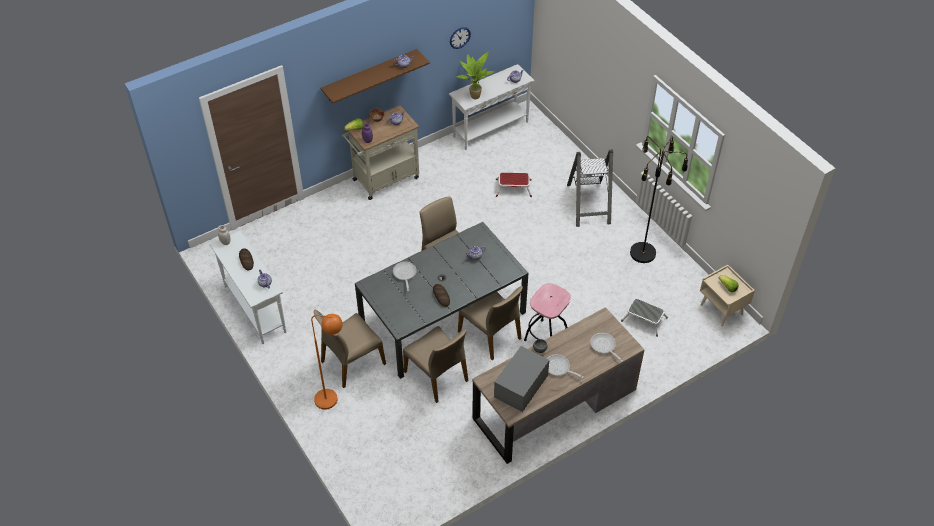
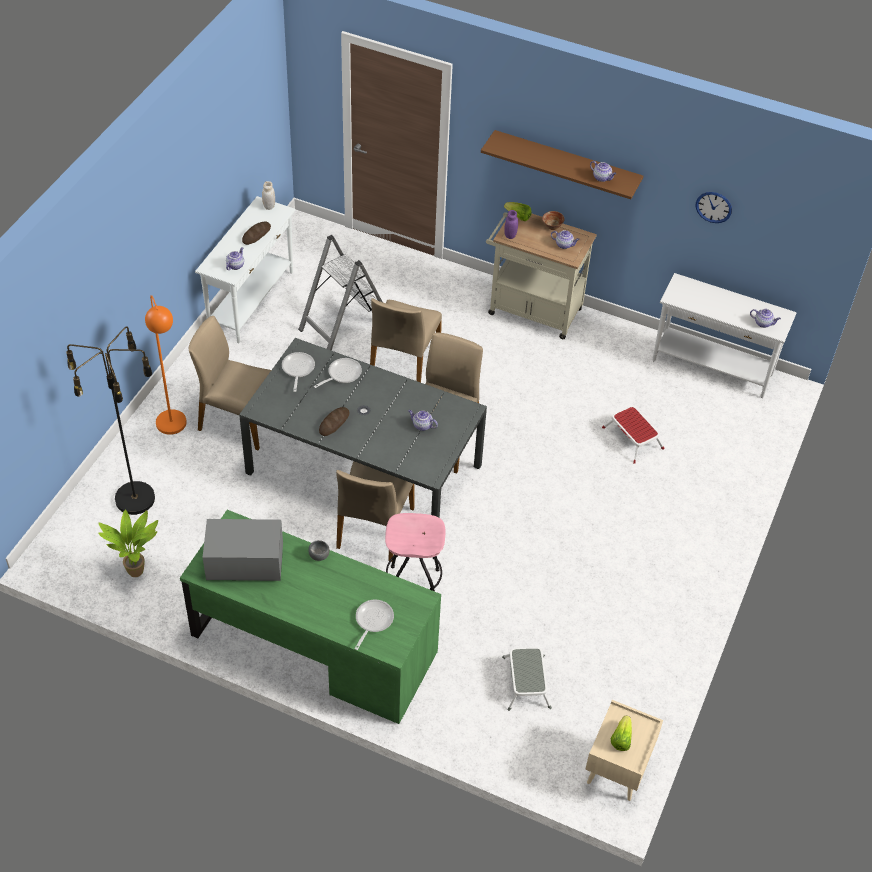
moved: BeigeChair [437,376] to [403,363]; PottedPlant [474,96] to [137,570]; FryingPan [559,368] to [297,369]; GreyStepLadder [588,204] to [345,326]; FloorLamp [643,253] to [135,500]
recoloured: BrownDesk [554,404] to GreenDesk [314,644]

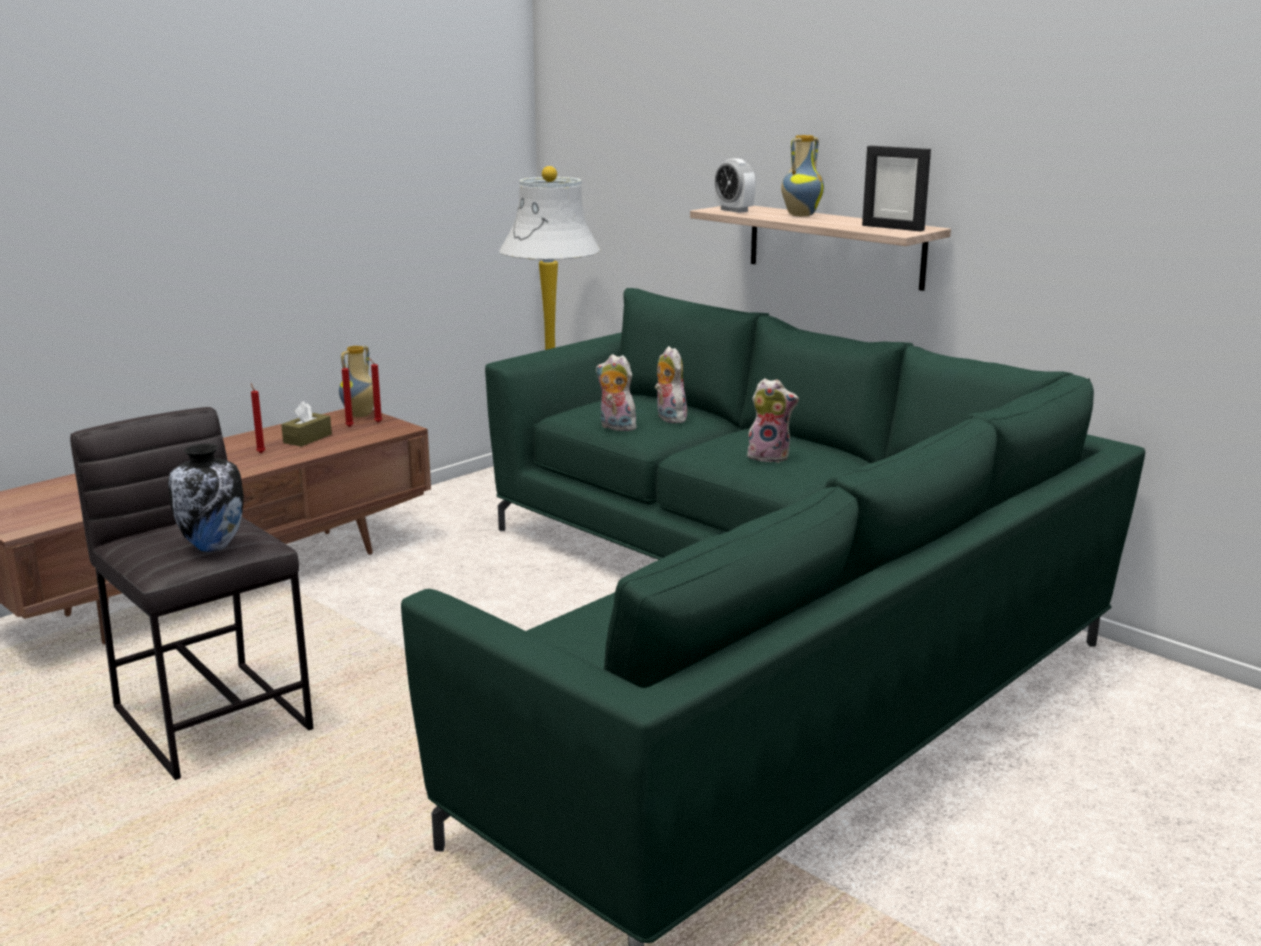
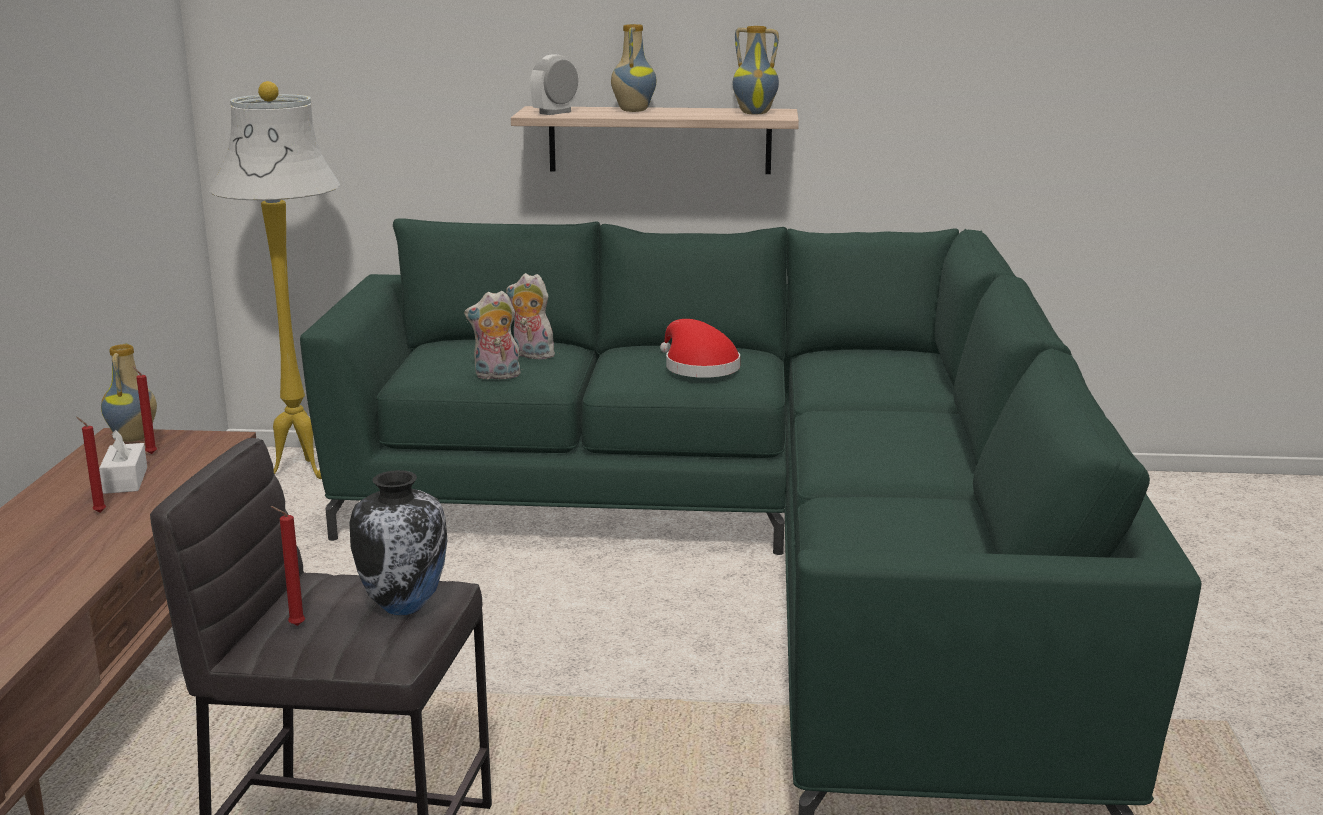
moved: RedCandle [377,422] to [294,626]
replaced: PlushToy [769,456] to RedHat [698,367]; PictureFrame [893,227] to Vase [755,113]
recoloured: BrownTissueBox [307,438] to WhiteTissueBox [125,480]
turned: AlarmClock [734,210] = [555,113] 120 degrees clockwise

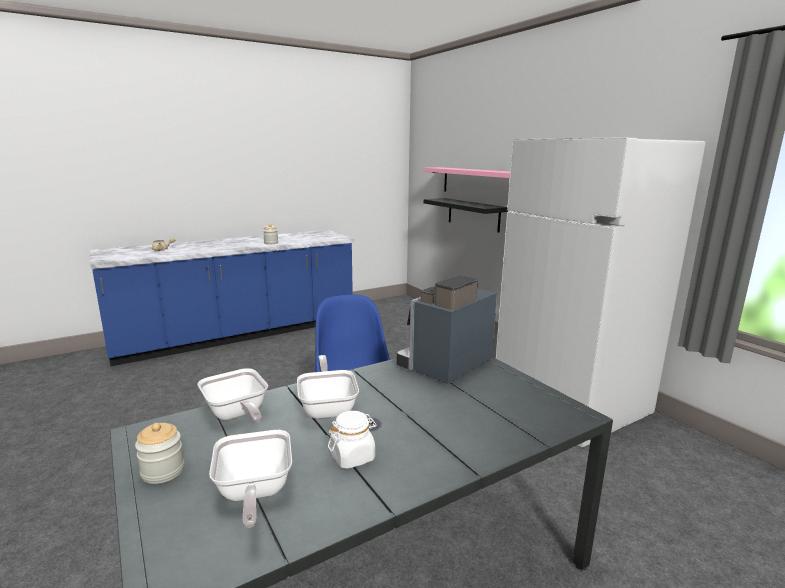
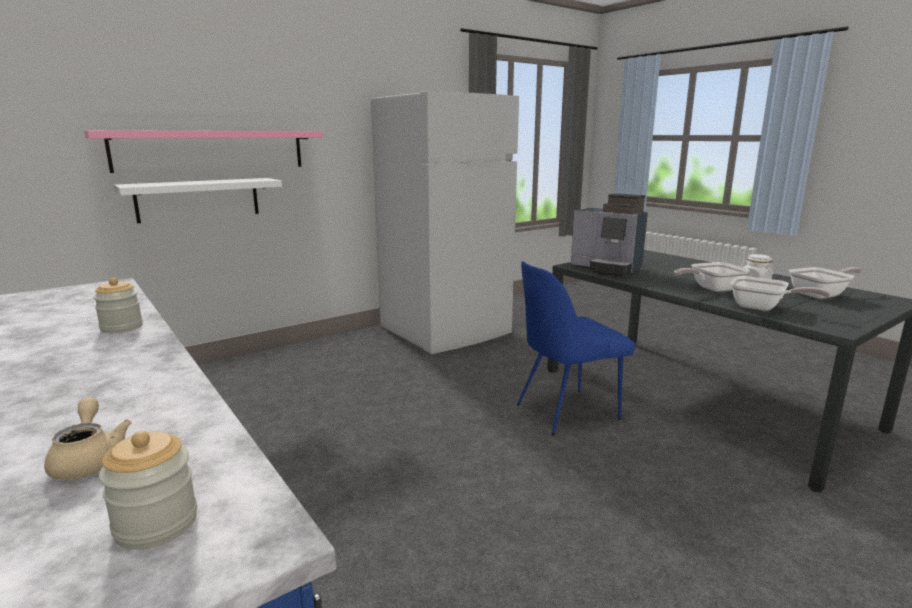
moved: Jar [163,471] to [156,524]
recoloured: BlackShelf [473,214] to WhiteShelf [198,199]
turned: FryingPan [237,415] = [763,308] 75 degrees clockwise

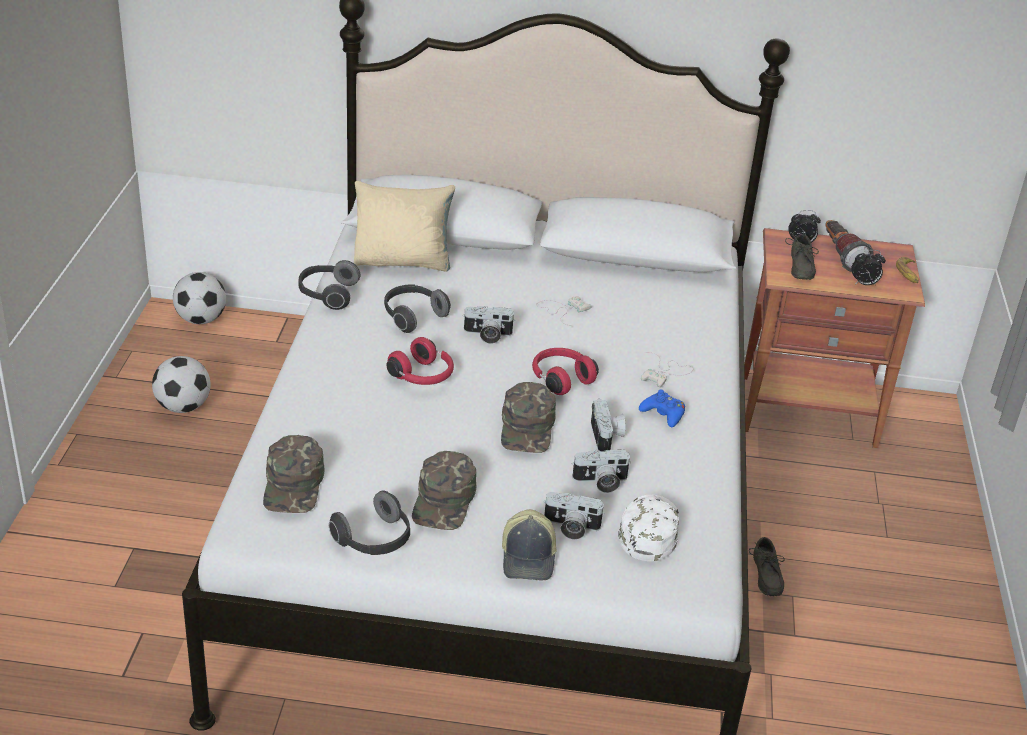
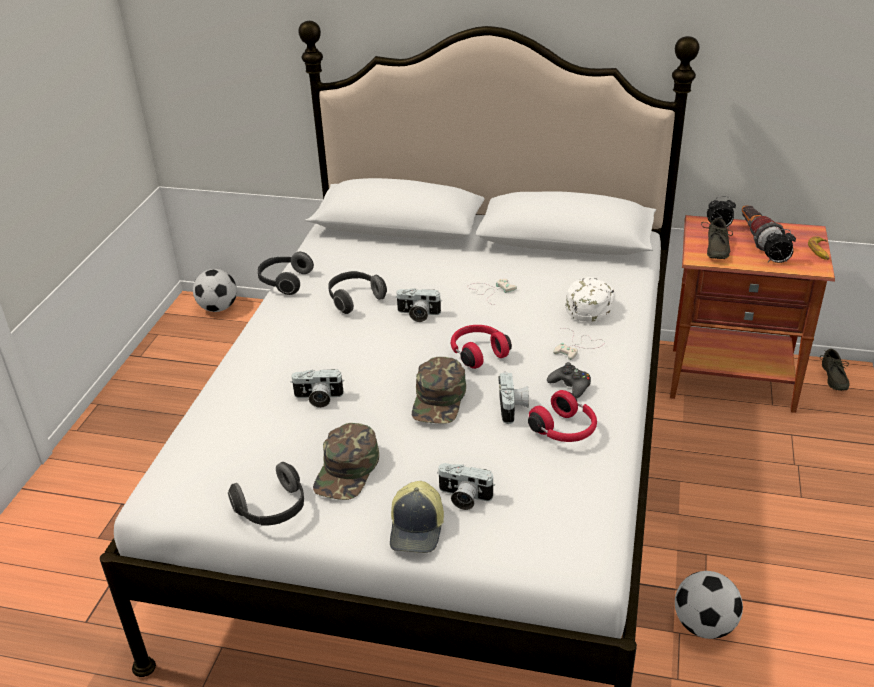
removed: GreenCap [294,484]; BeigePillow [403,261]
moved: Football [183,407] to [704,625]; RedHeadphones [423,376] to [564,430]; PhotoCamera [600,482] to [318,398]; WhiteCap [648,529] to [589,302]; GreyShoe [764,576] to [832,378]
recoloured: BlueGameController [663,414] to BlackGameController [570,385]

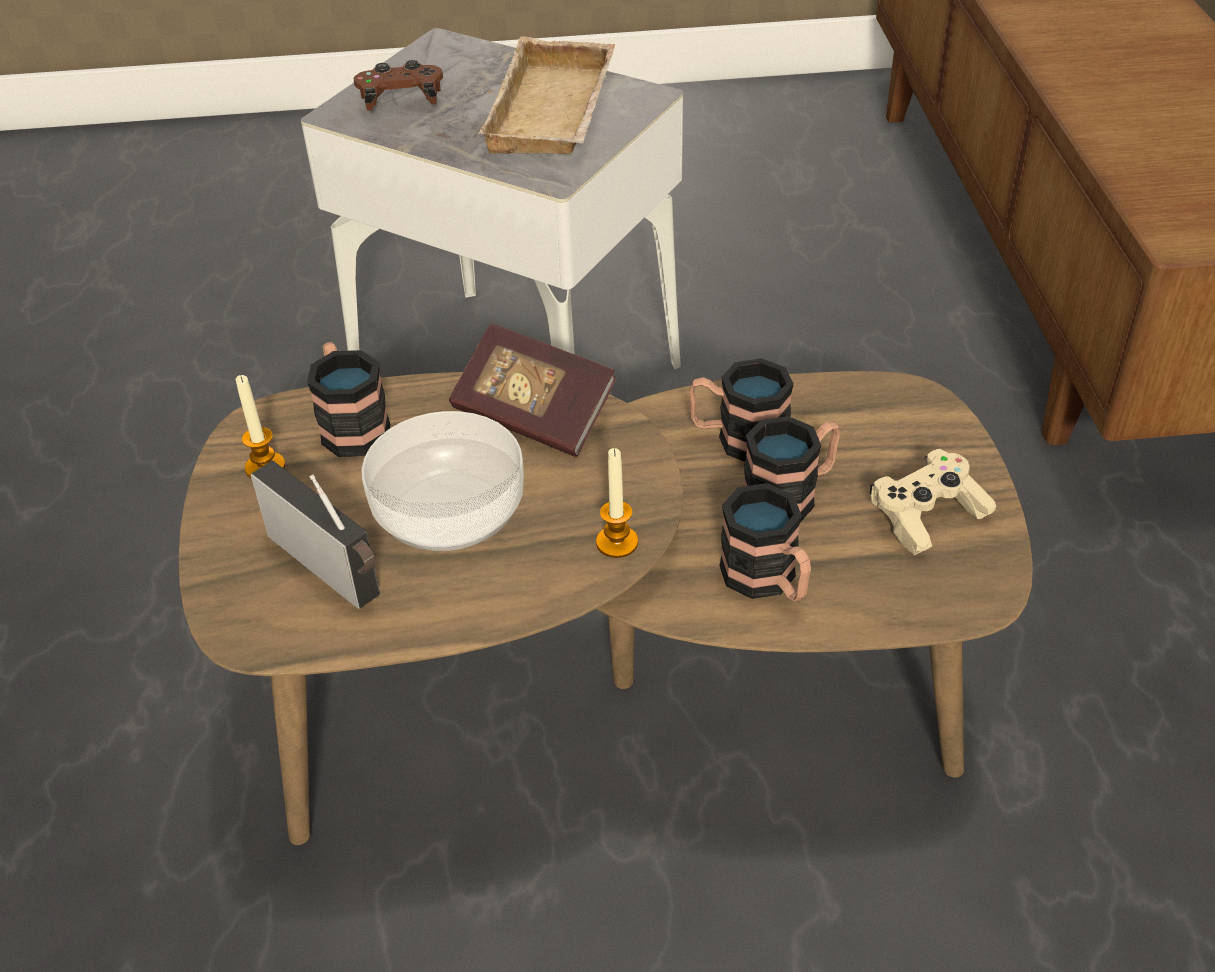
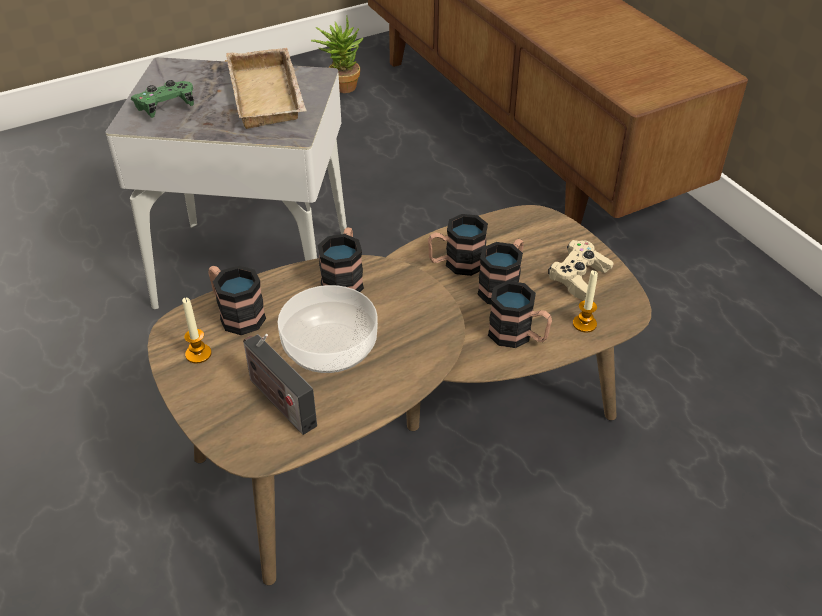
added: PottedPlant [341,86]
moved: Candle [617,542] to [584,324]
replaced: Book [534,414] to Mug [344,279]
recoloured: BrownGameController [402,101] to GreenGameController [166,107]
turned: Radio [329,567] = [278,400] 150 degrees counterclockwise

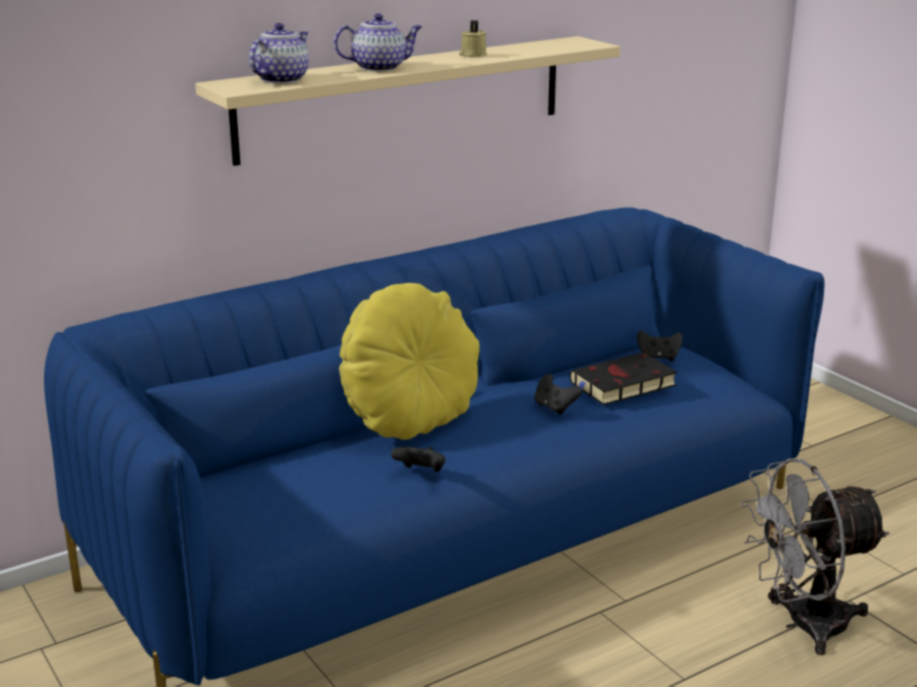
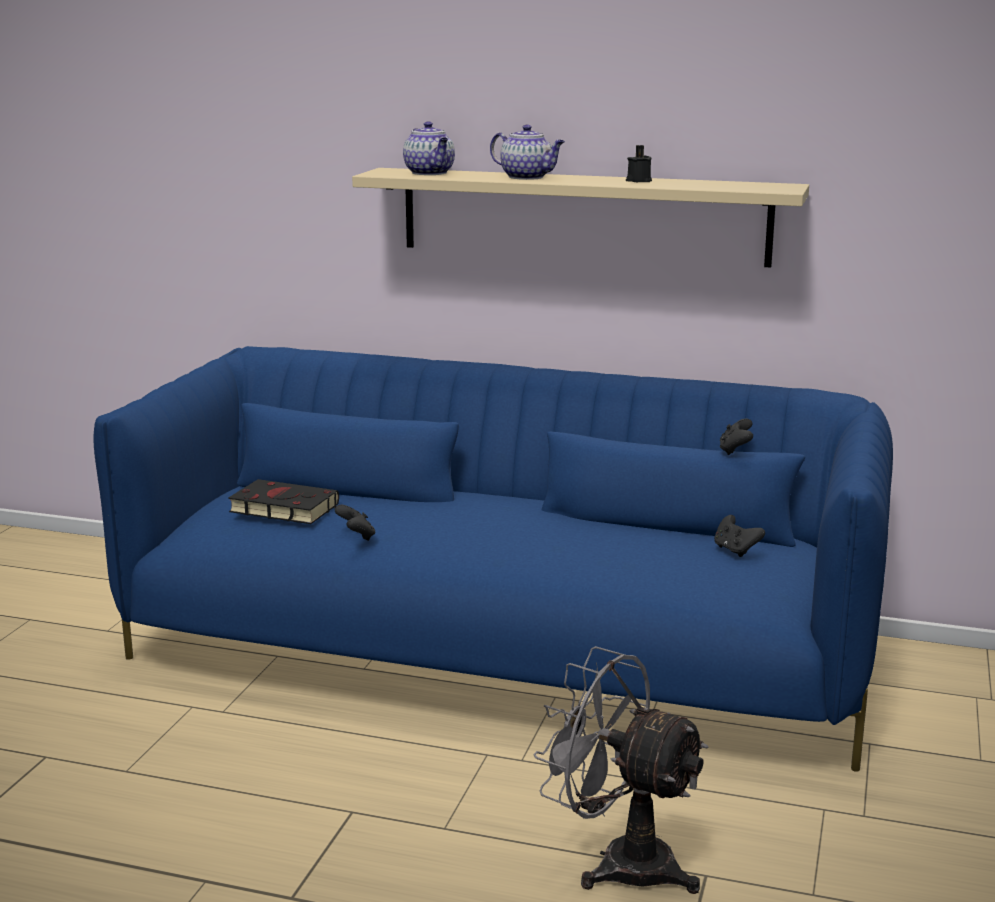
removed: YellowPillow [411,424]
moved: BlackGameController [554,408] to [735,451]; BlackBook [620,385] to [281,508]
recoloured: BeigeCandle [472,55] to BlackCandle [638,181]
turned: Teapot [281,79] = [430,173] 75 degrees clockwise

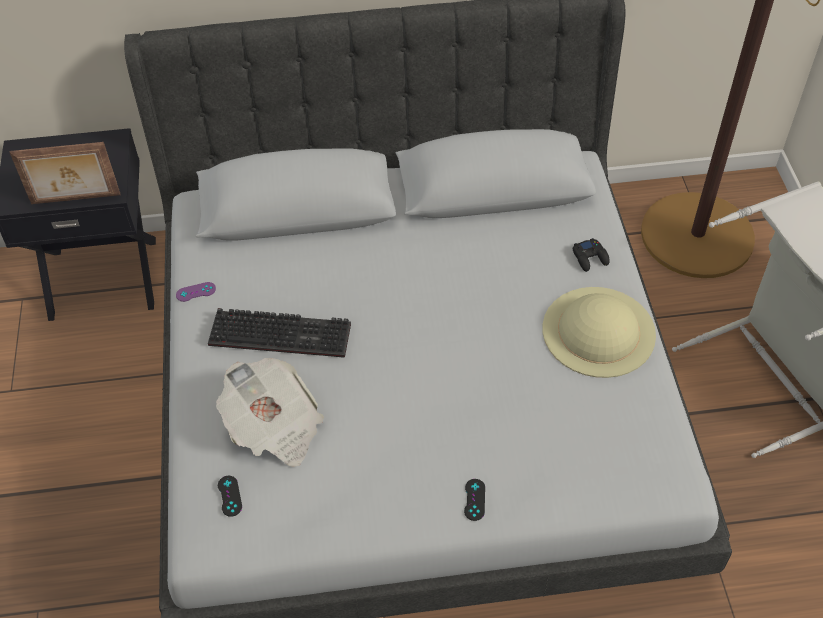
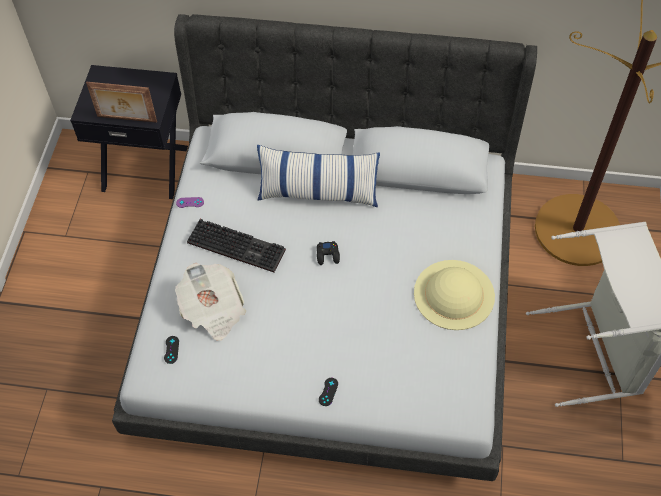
added: Pillow [318,193]
moved: BlackGameController [590,258] to [328,255]

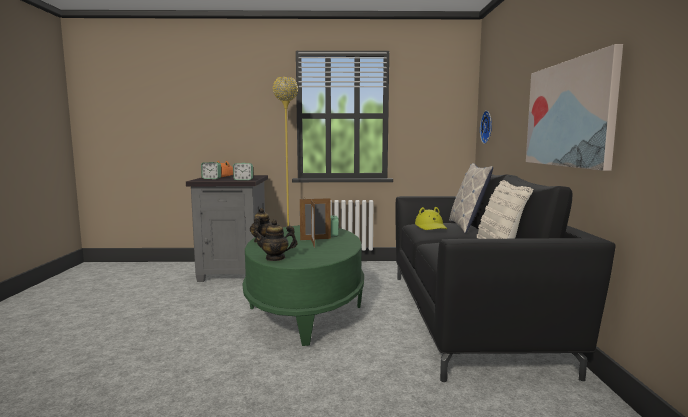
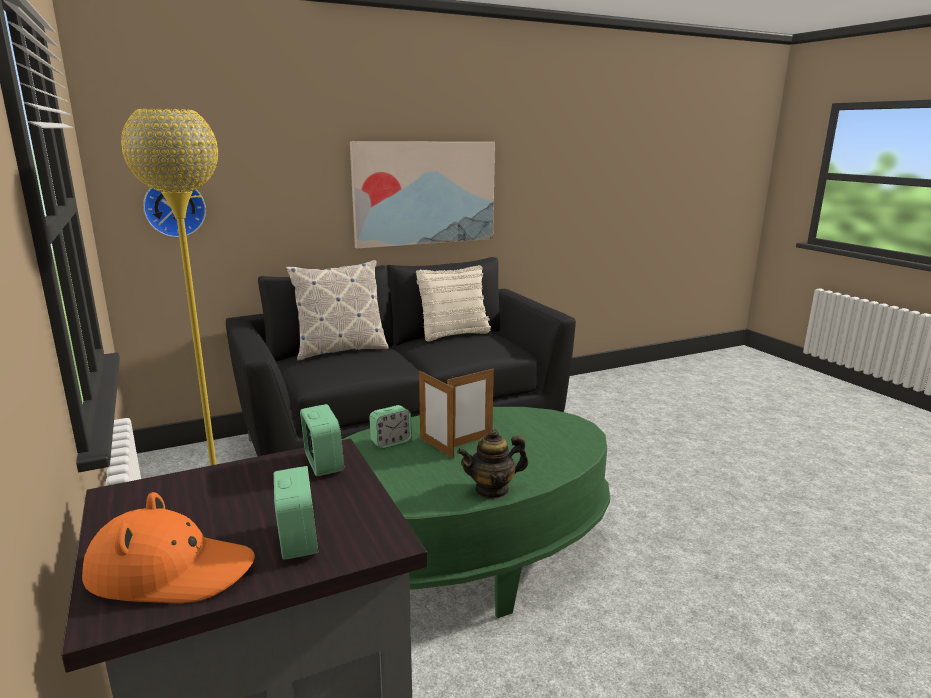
removed: Teapot [275,258]; YellowHat [431,227]

